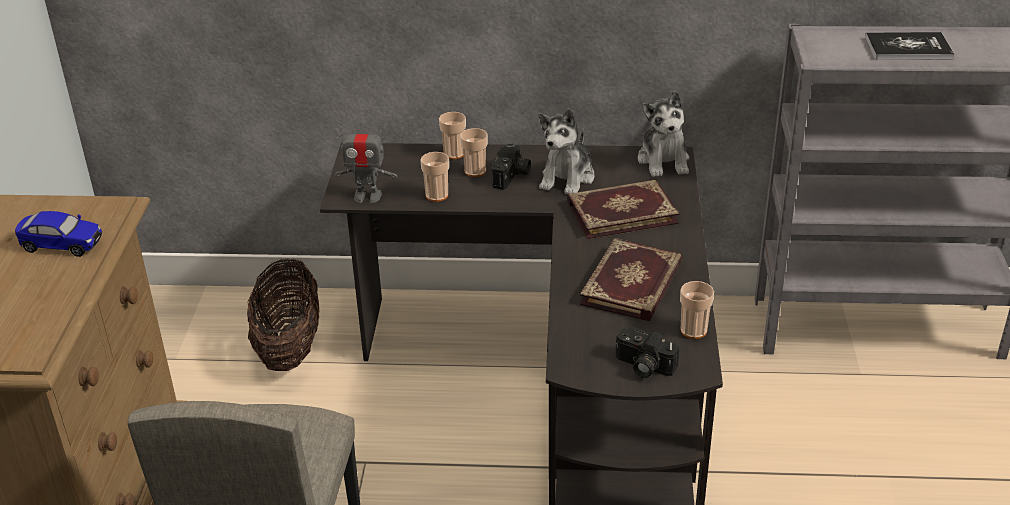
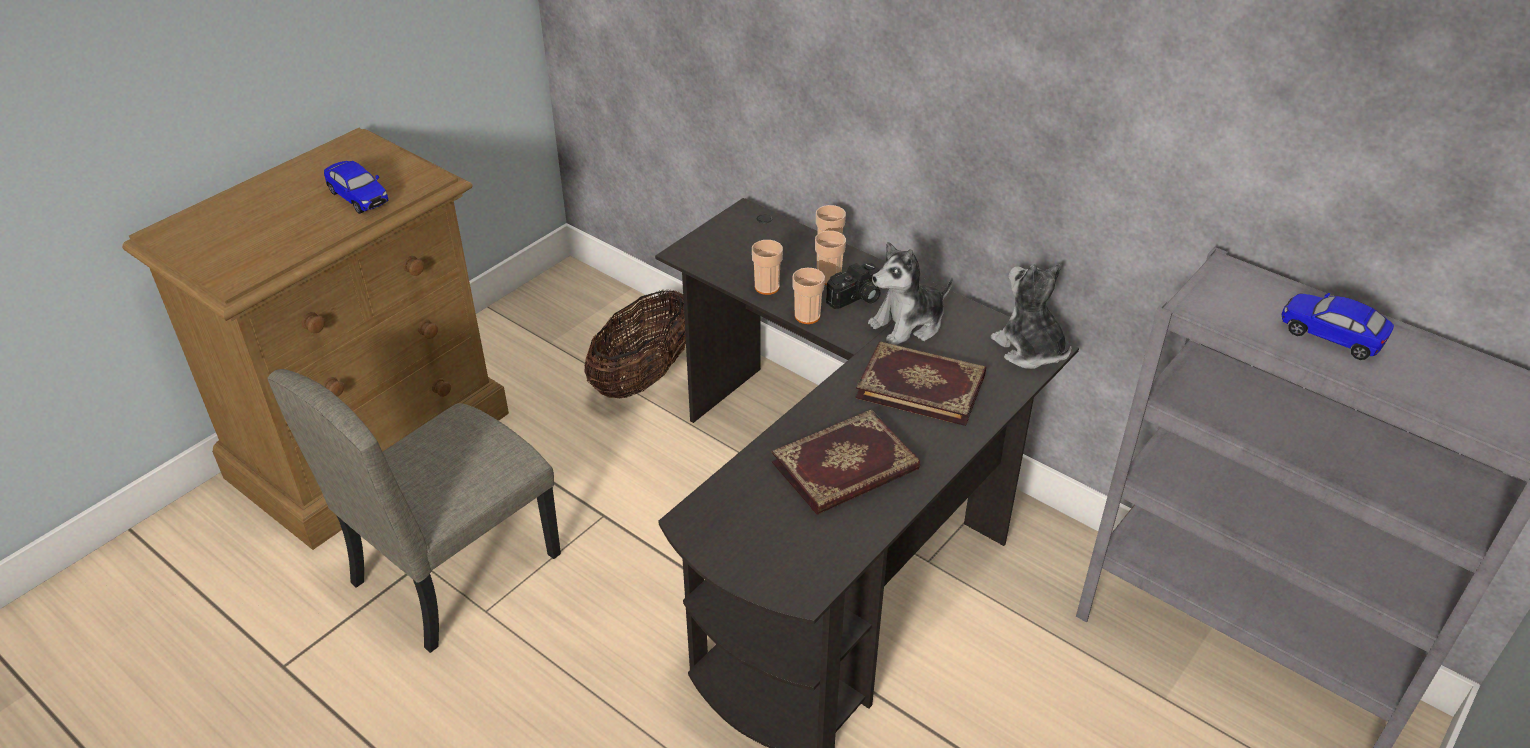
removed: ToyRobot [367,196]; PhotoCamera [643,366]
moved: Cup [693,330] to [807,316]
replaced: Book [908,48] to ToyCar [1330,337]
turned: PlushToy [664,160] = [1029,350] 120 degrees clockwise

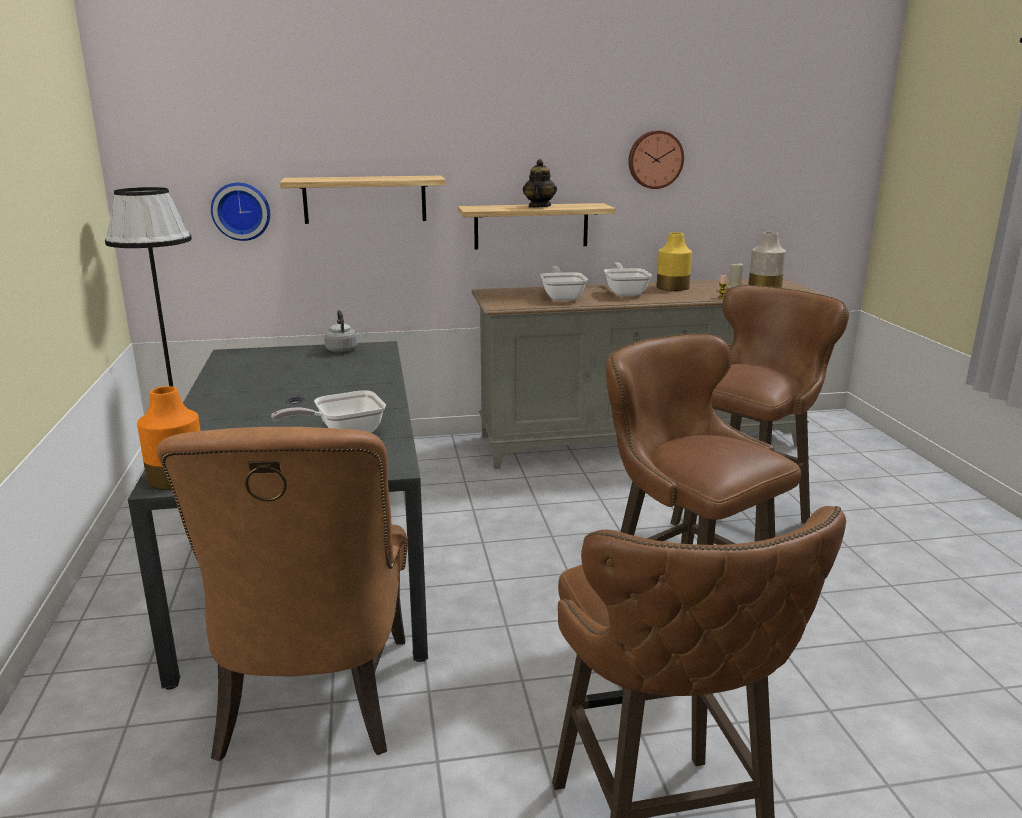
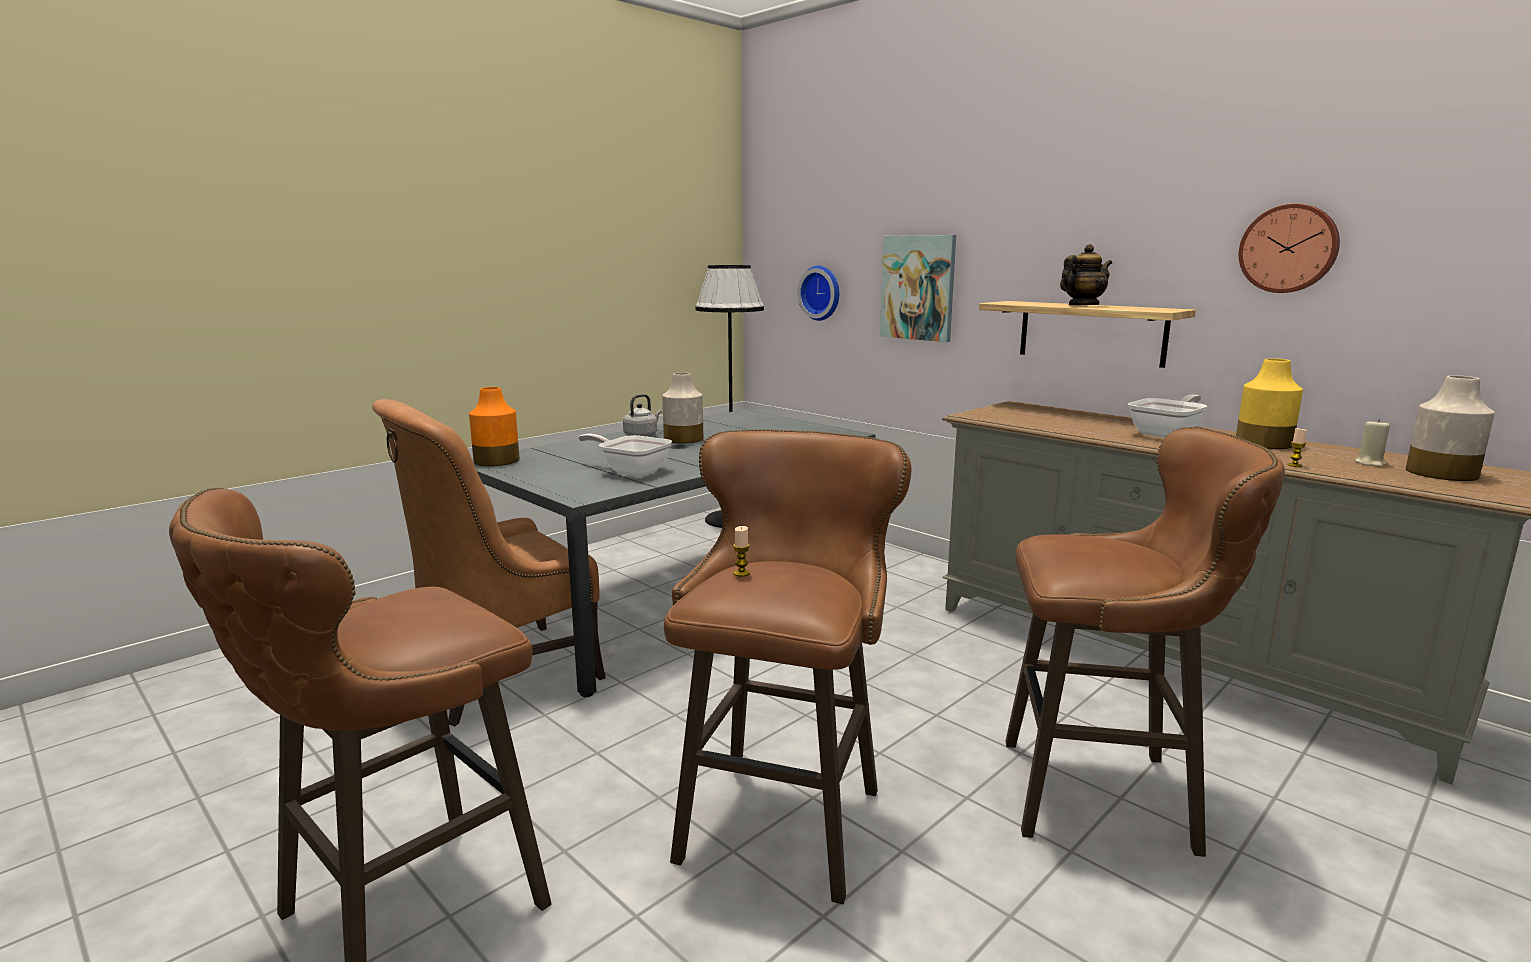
removed: FryingPan [562,297]
added: BeigeVase [684,439]; Candle [741,573]
moved: GreyKettle [341,349] to [642,435]
replaced: Shelf [365,199] to Picture [918,287]

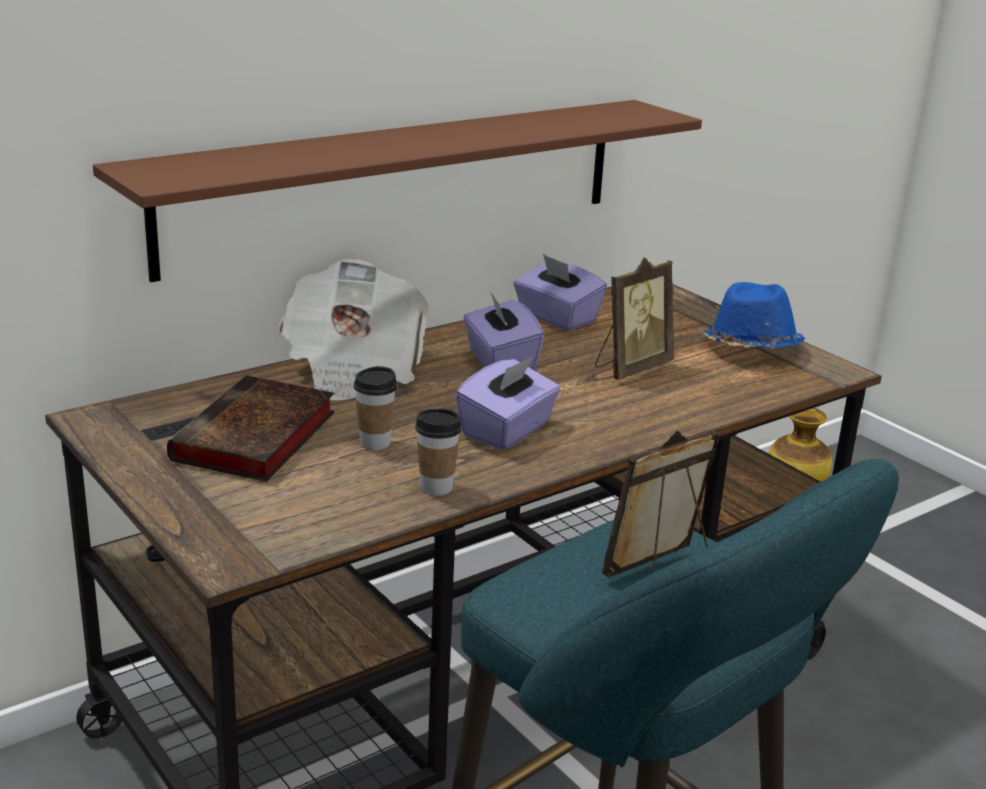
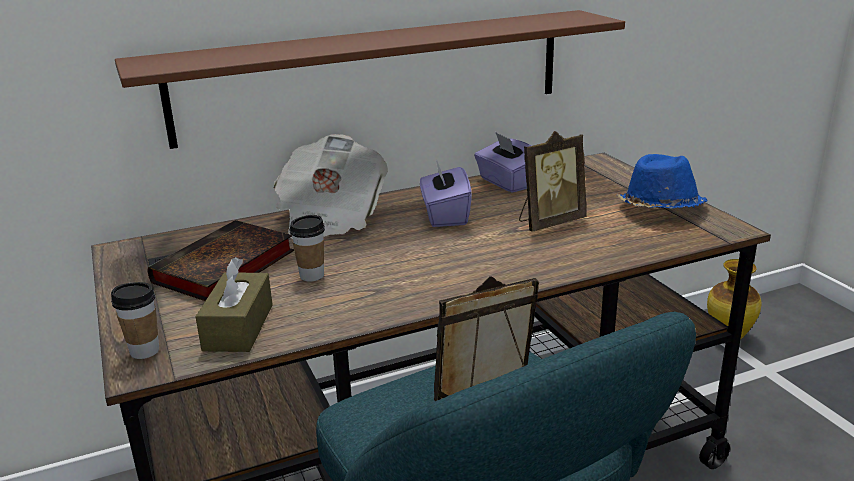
removed: PurpleTissueBox [507,431]
added: BrownTissueBox [238,327]
moved: Cup [436,487] to [144,351]

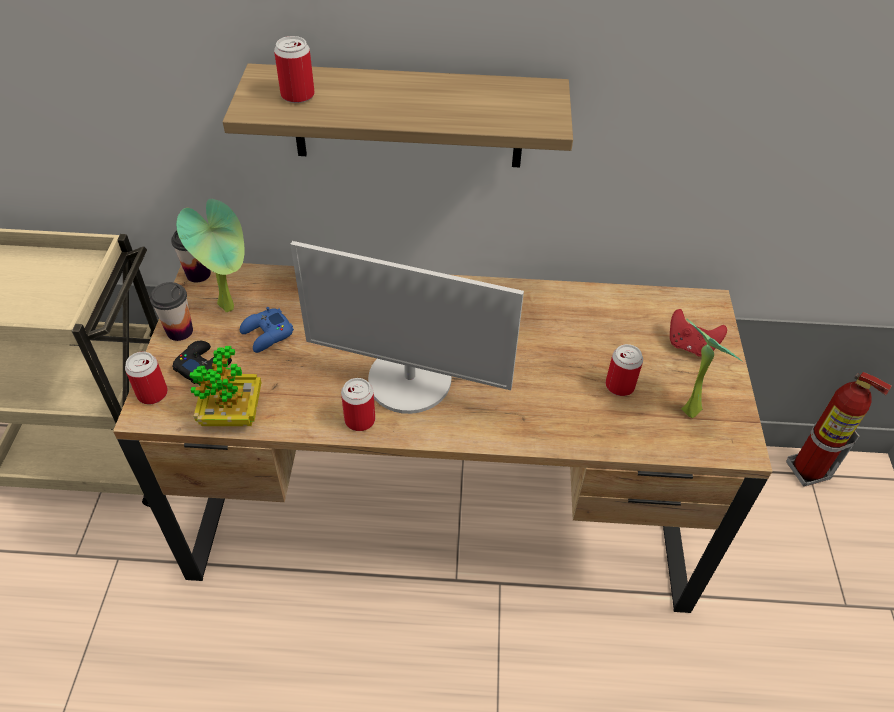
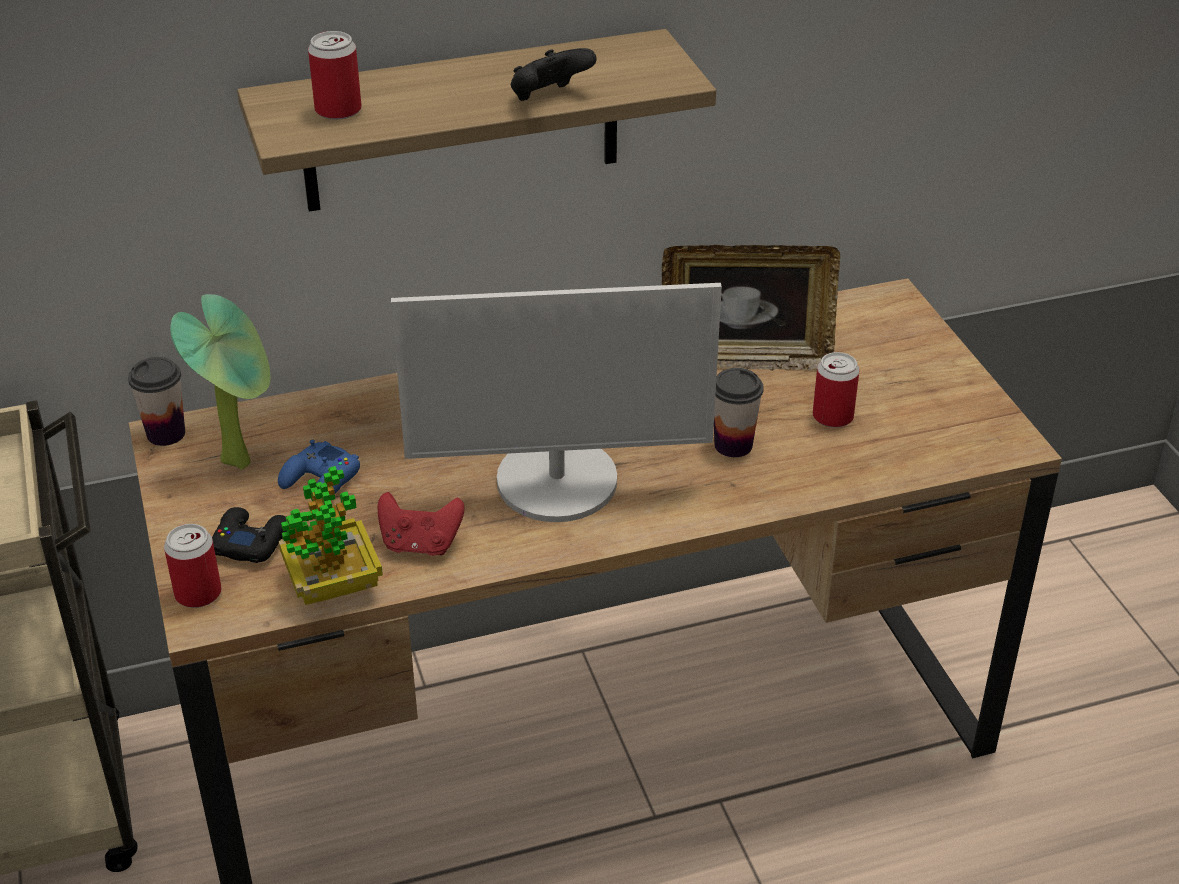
removed: Can [360,420]; PottedPlant [690,406]; FireExtinguisher [808,471]
added: BlackGameController [549,98]; PictureFrame [745,360]
moved: Cup [180,331] to [733,445]; RedGameController [690,346] to [420,544]

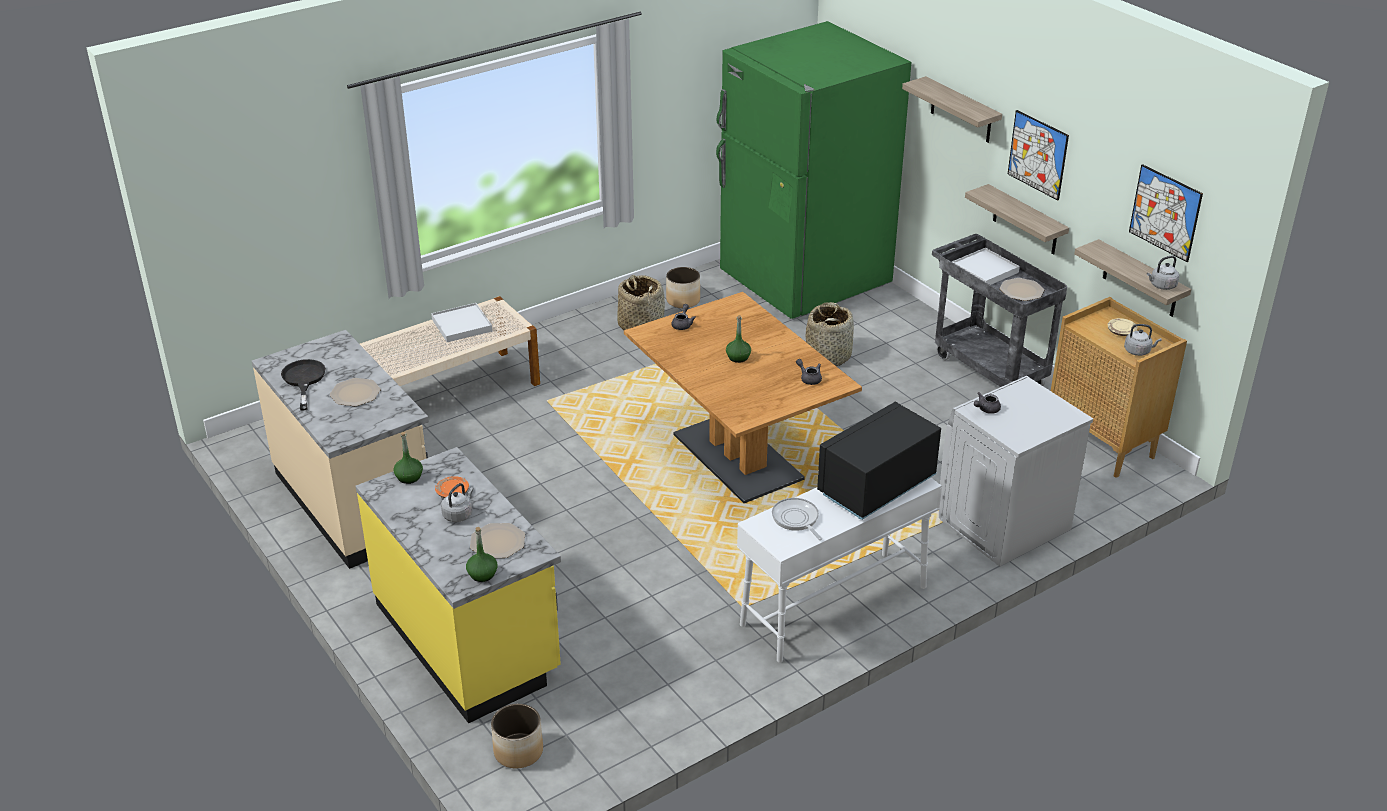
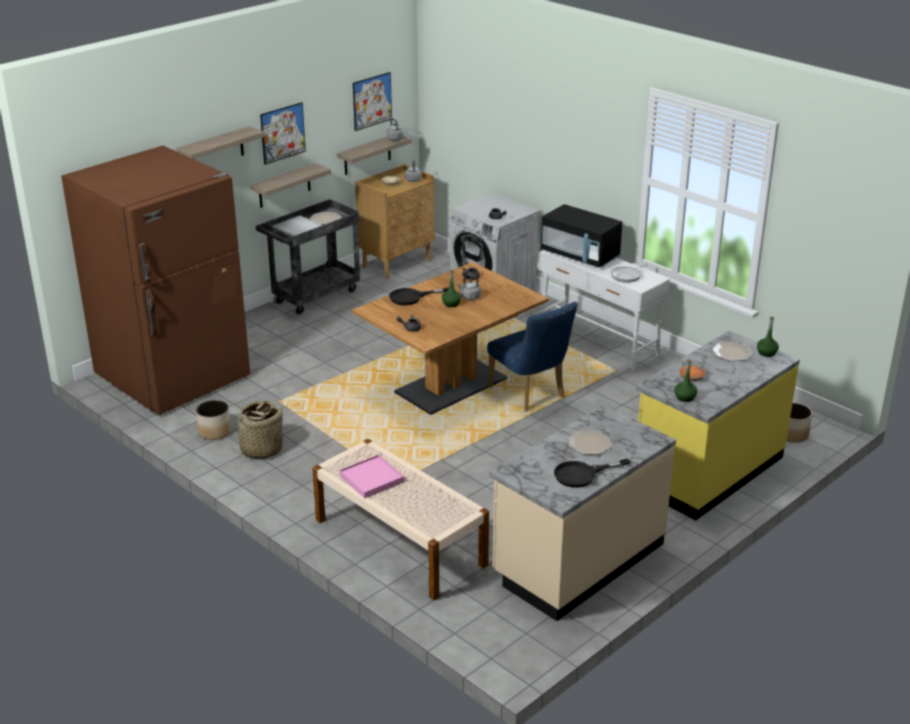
removed: Basket [829,355]
added: BlackFryingPan [411,297]; BlueChair [530,395]
moved: GreyKettle [459,514] to [469,297]
recoloured: WhiteTray [461,325] to PinkTray [372,479]; GreenFridge [805,278] to BrownFridge [173,375]

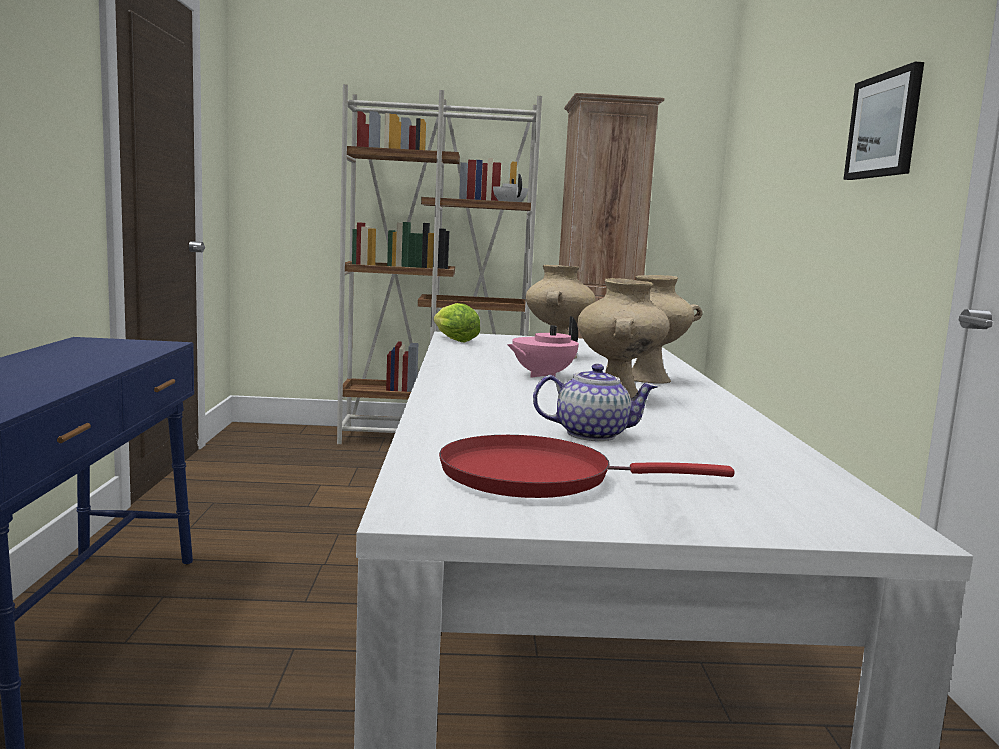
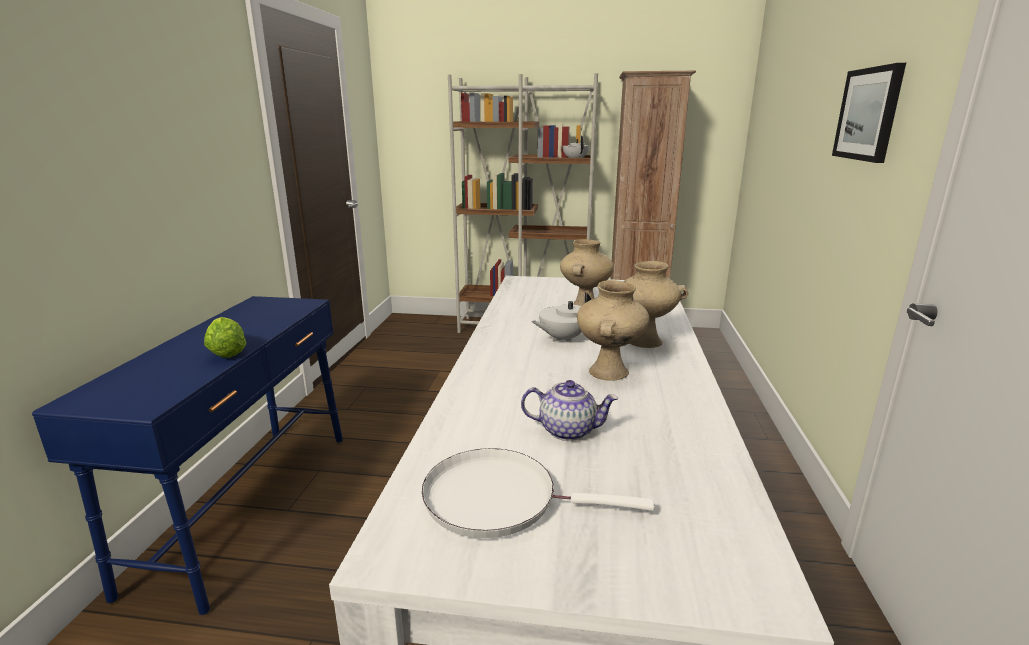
moved: Lettuce [453,340] to [227,351]
recoloured: RedFryingPan [537,477] to WhiteFryingPan [499,499]; PinkTeapot [542,375] to WhiteTeapot [562,338]

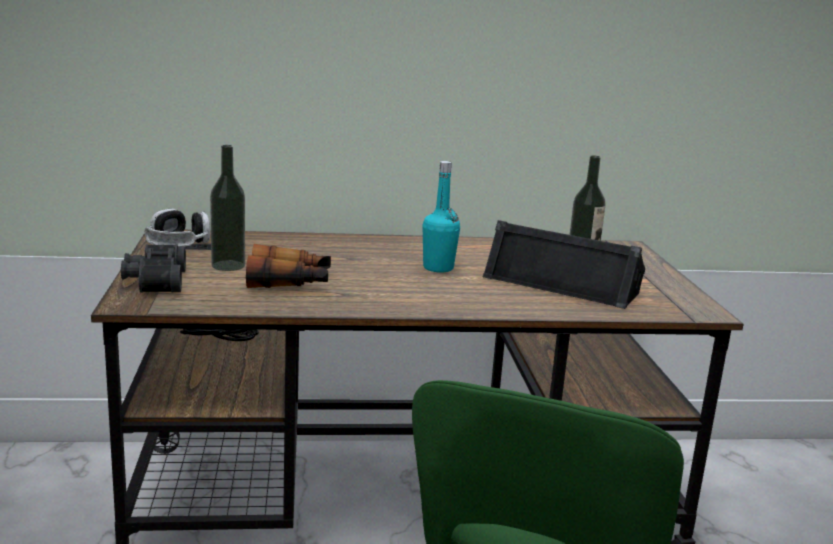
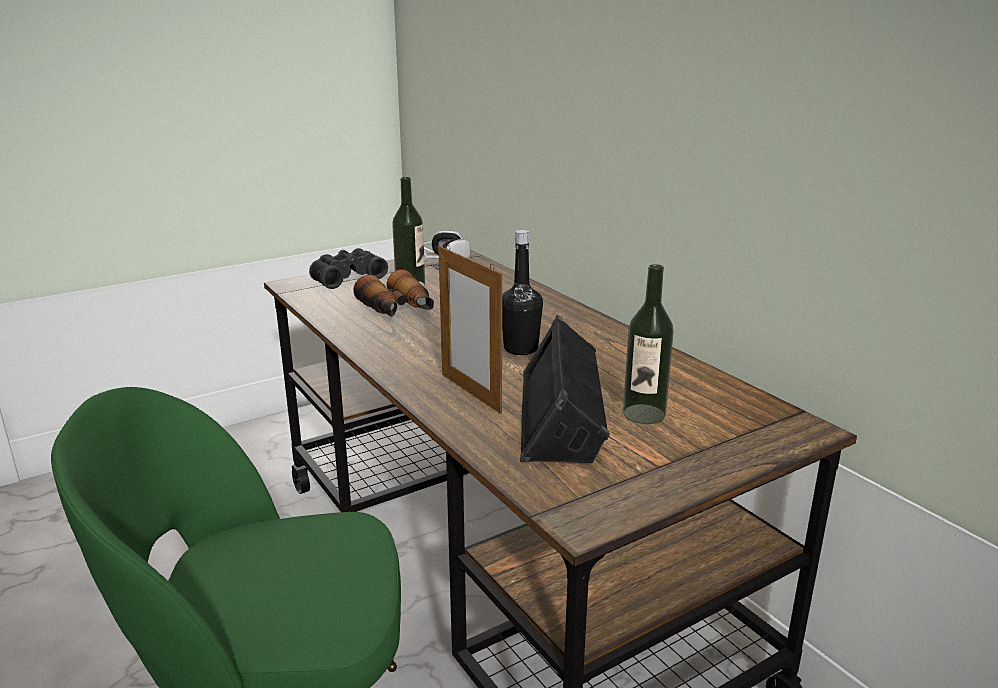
added: PictureFrame [470,393]
recoloured: TurquoiseBottle [438,268] to BlackBottle [521,349]

